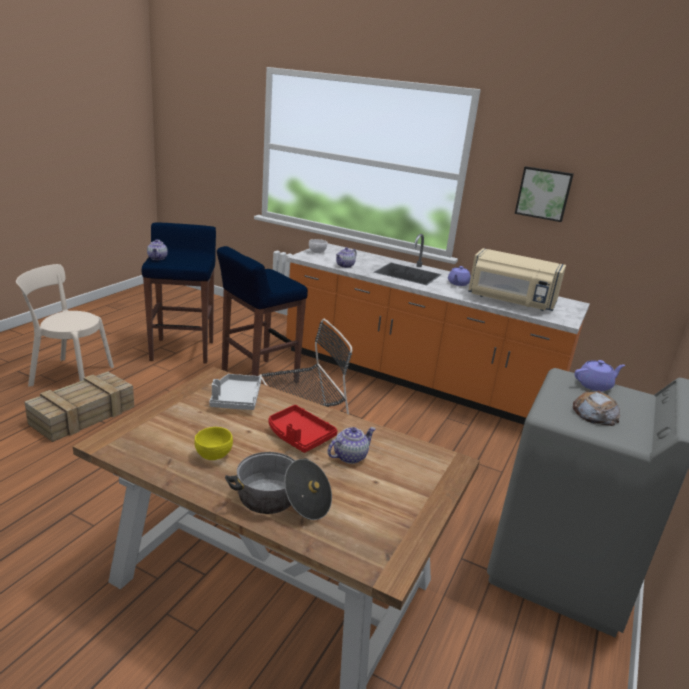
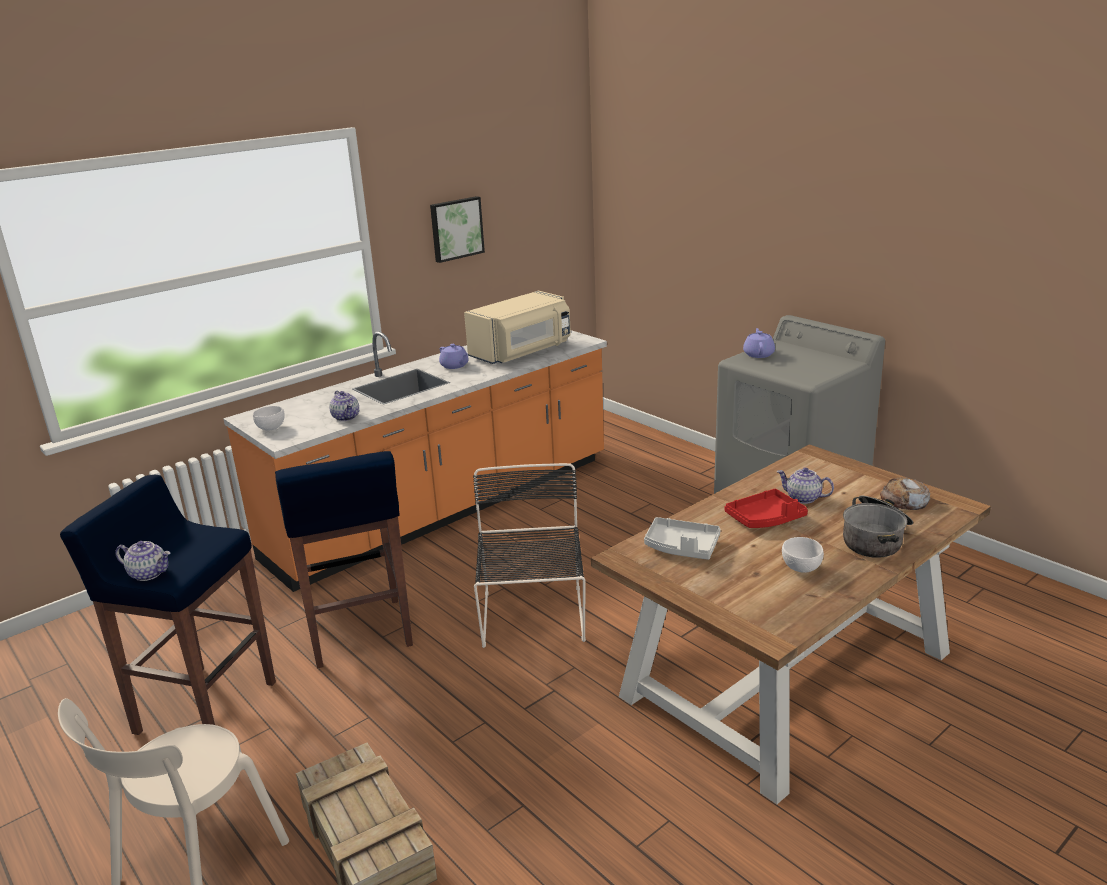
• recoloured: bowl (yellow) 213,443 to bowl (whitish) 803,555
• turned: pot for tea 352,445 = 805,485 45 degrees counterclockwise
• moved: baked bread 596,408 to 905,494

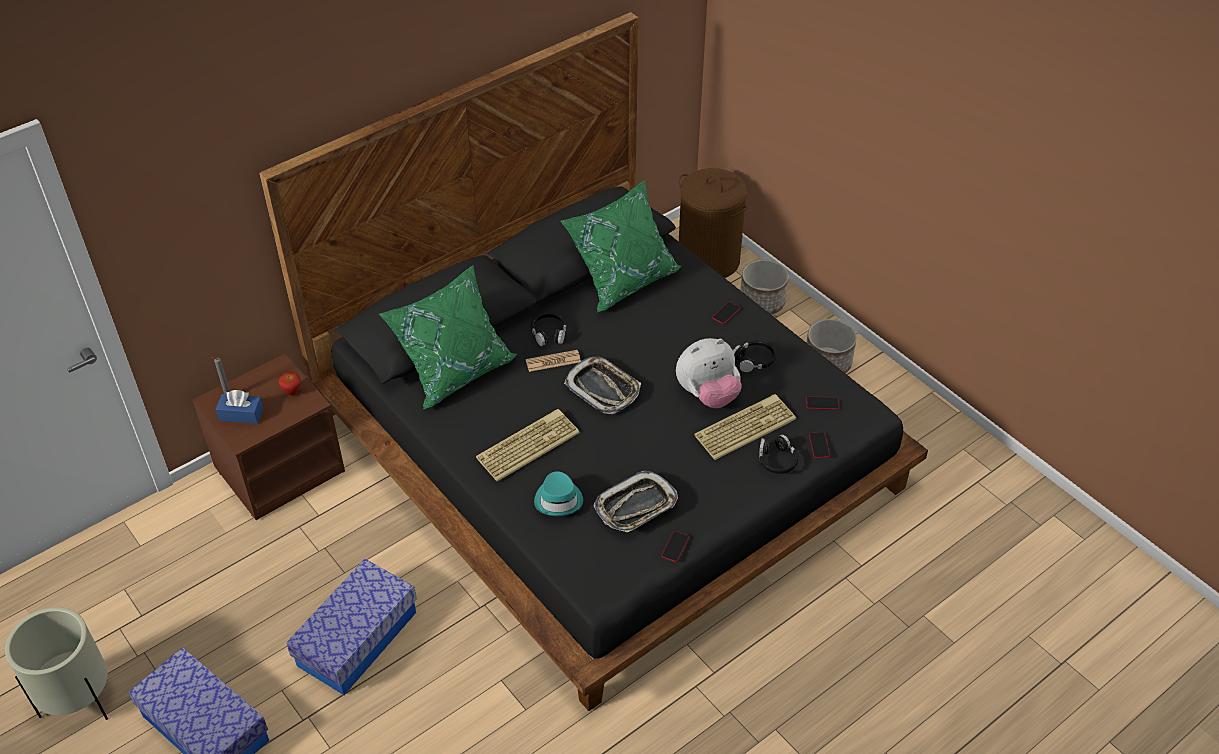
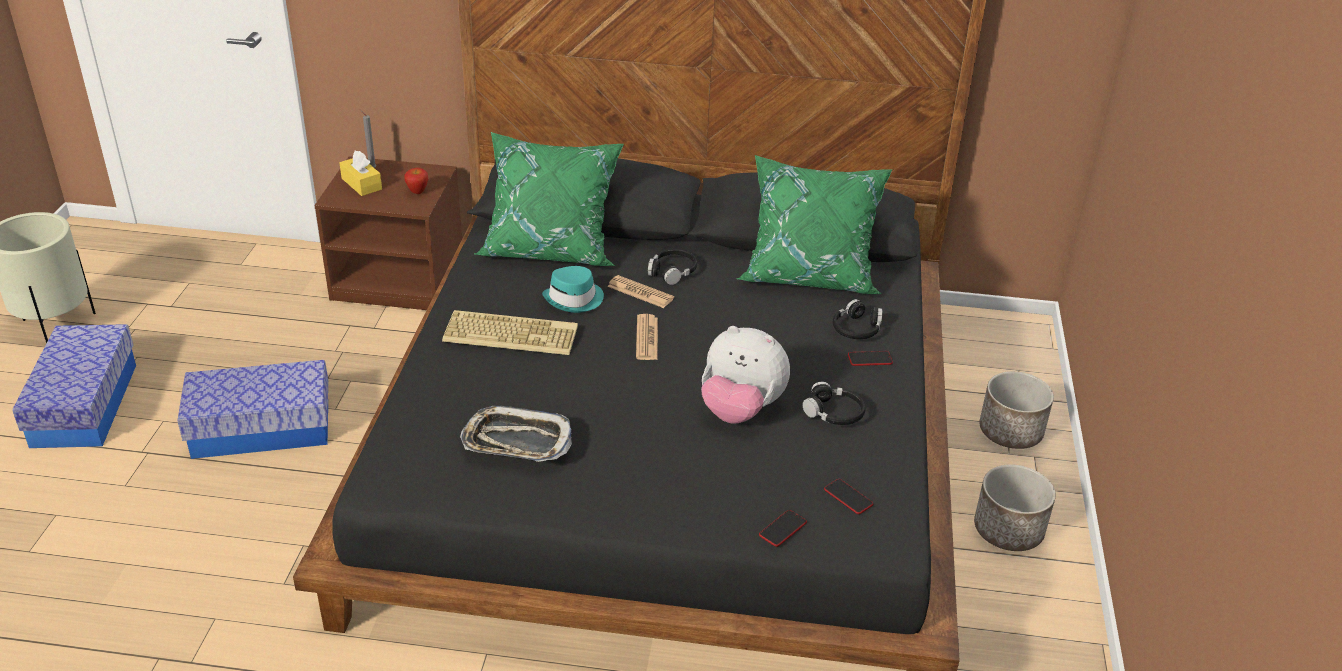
• recoloured: tissue box (blue) 240,407 to tissue box (yellow) 361,173
• moved: clothing hat (turquoise-coloured) 558,493 to 573,289
• replaced: serving tray 602,385 to printed paper 647,337
• removed: phone 675,546
• removed: laundry basket (brown-coloured) 713,223
• removed: PC keyboard 745,427
• moved: headset (black-coloured) 778,454 to 858,319

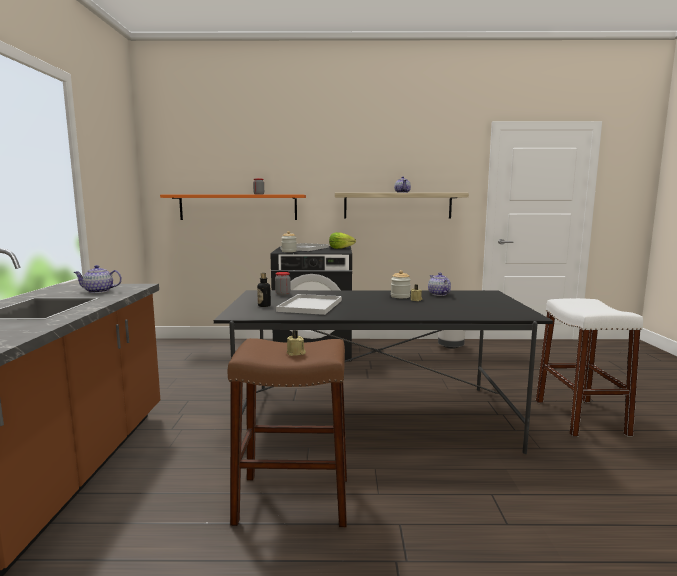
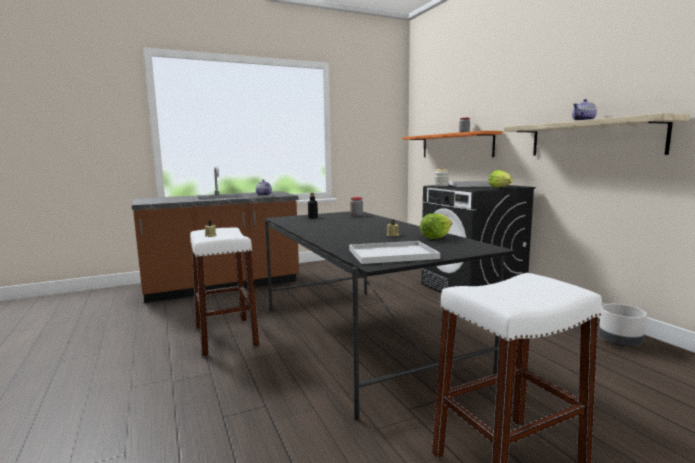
• recoloured: stool seat (brown-coloured) 287,432 to stool seat (whitish) 225,292
• moved: serving tray (whitish) 309,304 to 394,252
• removed: preserve jar 401,284
• replaced: pot for tea 439,284 to lettuce head 436,226

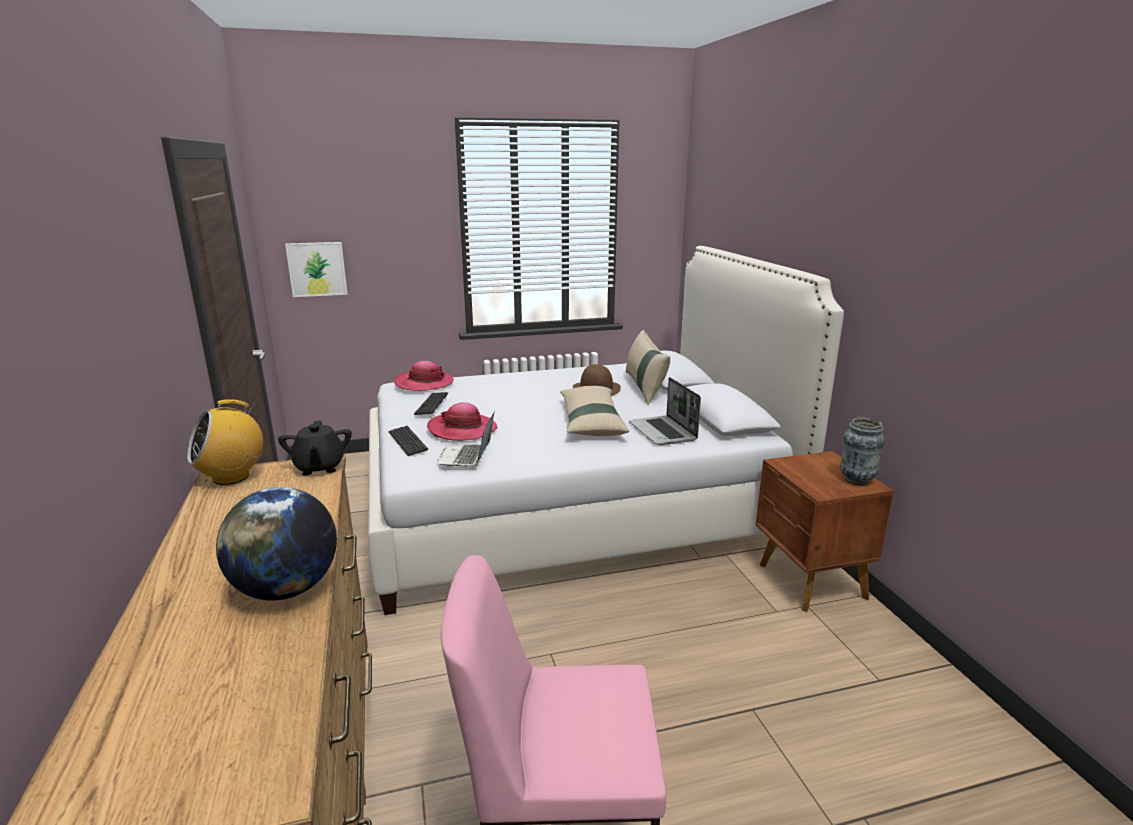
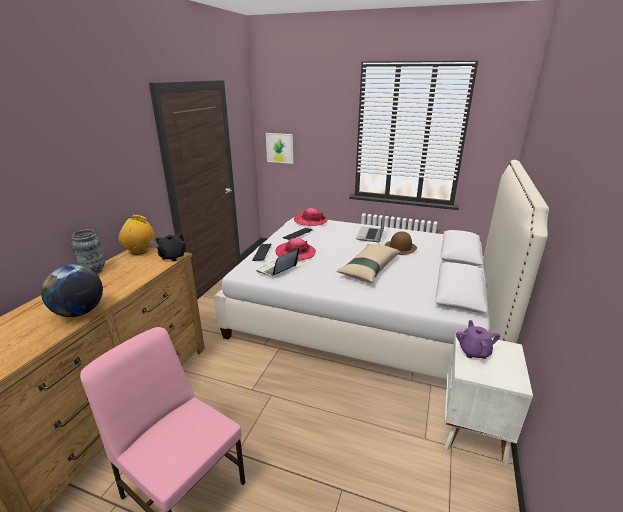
• removed: throw pillow (beige) 648,367
• moved: laptop 665,411 to 370,226
• recoloured: night table (brown-coloured) 825,531 to night table (whitish) 488,399
• moved: decorative vase 862,451 to 88,251
• added: pot for tea (purple) 478,339

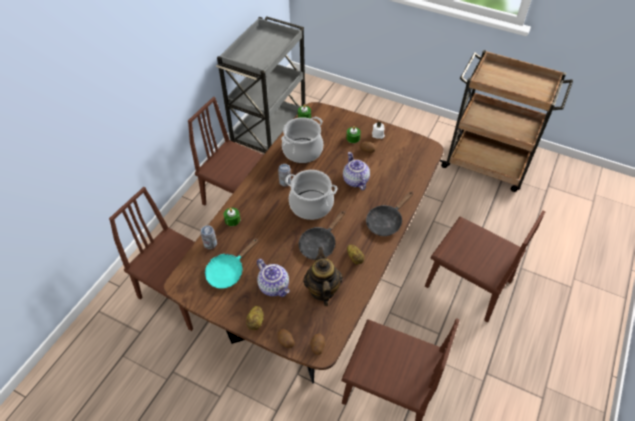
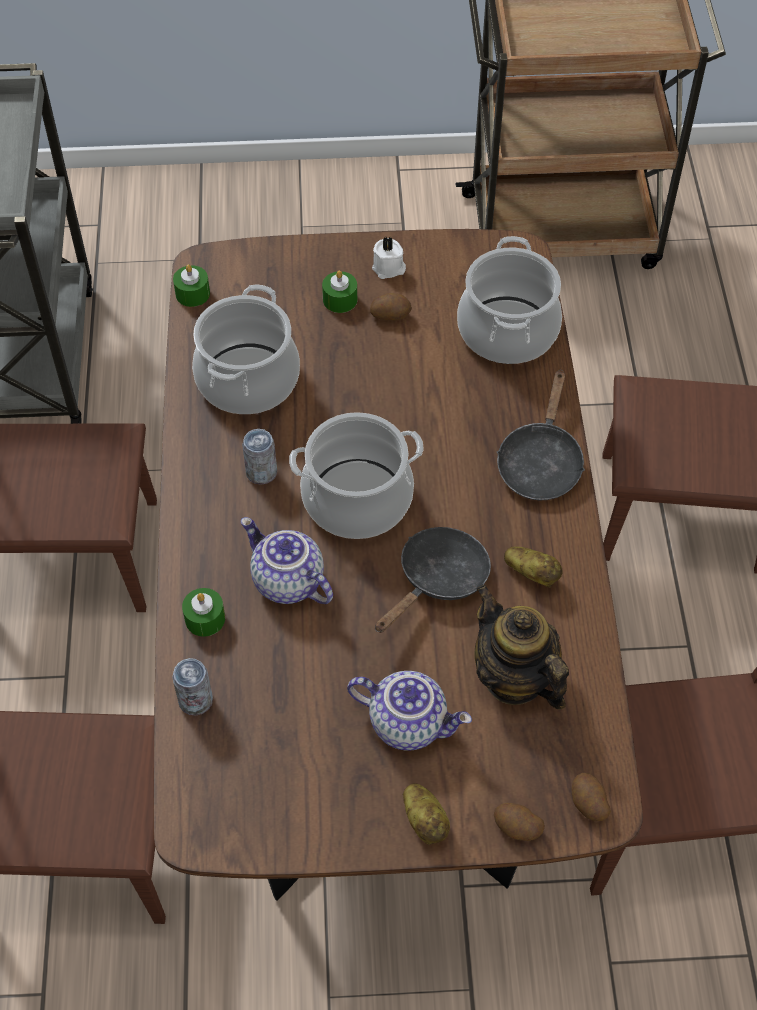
• removed: skillet (turquoise-coloured) 232,263
• turned: skillet (black-coloured) 322,235 = 433,580 150 degrees counterclockwise
• moved: pot for tea 356,171 to 287,560
• added: saucepot 509,300

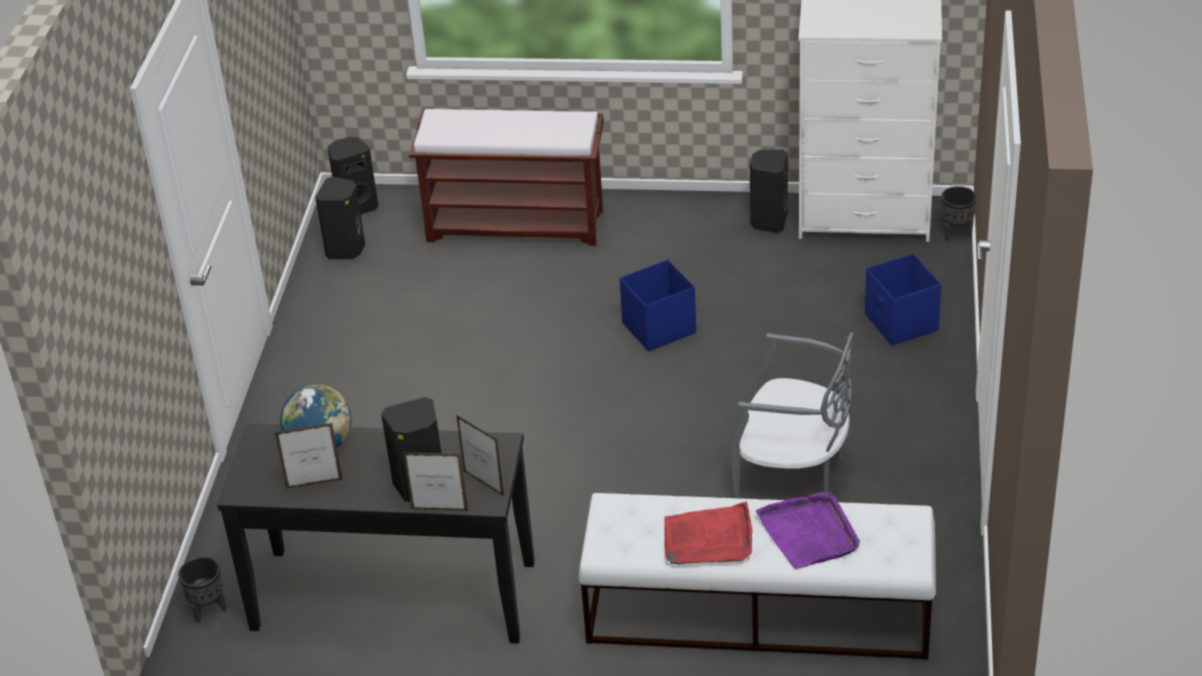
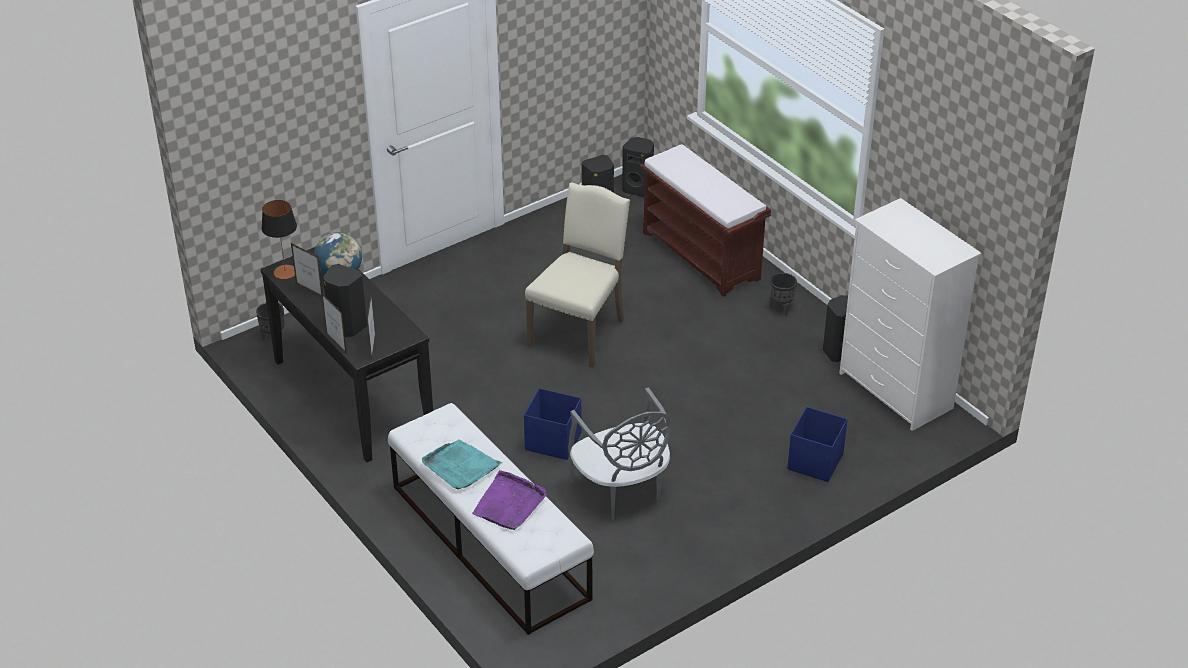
• moved: storage container (blue) 658,305 to 553,424
• recoloured: serving tray (red) 708,533 to serving tray (turquoise-coloured) 462,464
• moved: flower pot (black-coloured) 959,213 to 783,294
• added: tabletop lamp 279,239
• added: upright chair (beige) 577,275

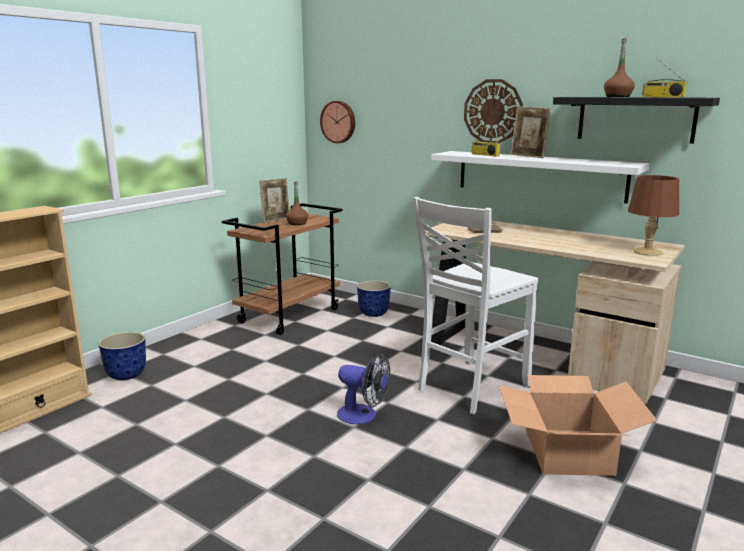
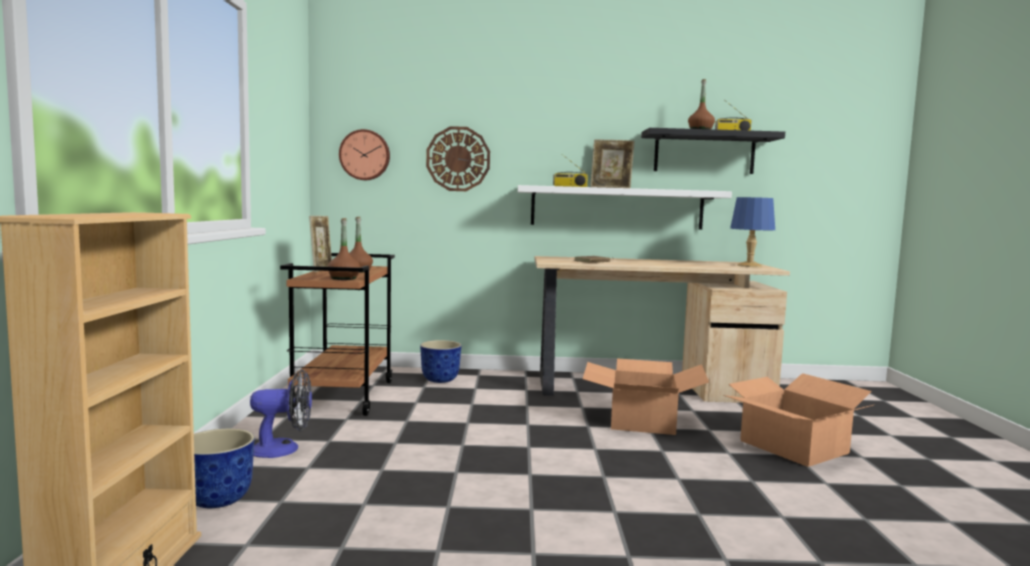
• moved: fan 363,389 to 281,413
• replaced: upright chair (whitish) 476,305 to carton 646,397
• moved: wall clock 493,111 to 458,158
• recoloured: tabletop lamp (brown-coloured) 653,215 to tabletop lamp (blue) 752,232
• added: bottle (brown-coloured) 344,249

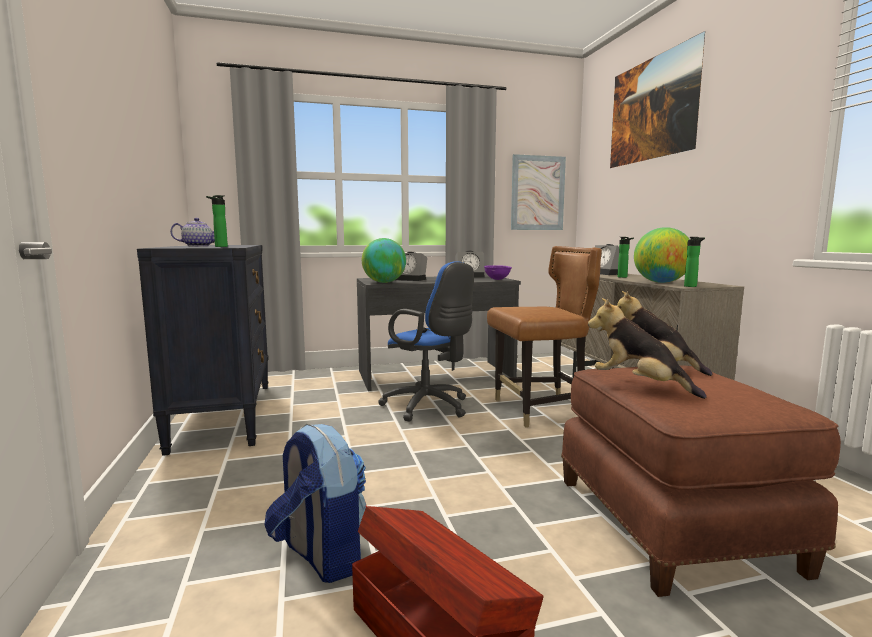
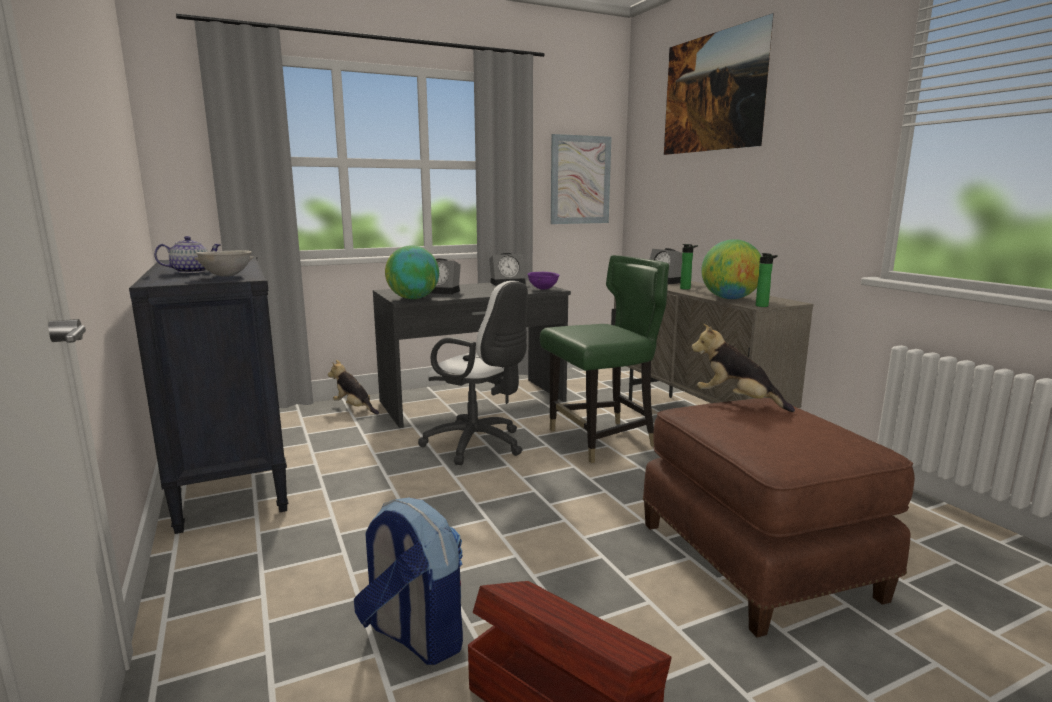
• replaced: bottle 217,221 to bowl (grey) 224,263
• recoloured: office chair (blue) 426,341 to office chair (whitish) 473,373
• recoloured: upright chair (brown-coloured) 544,337 to upright chair (greenish) 604,359
• moved: cuddly toy 647,348 to 353,387

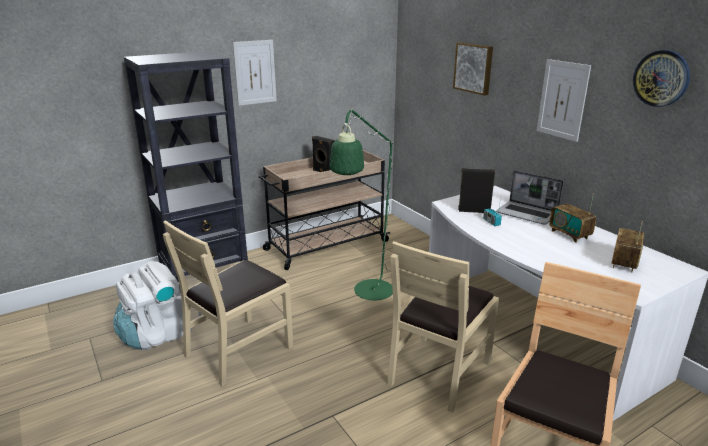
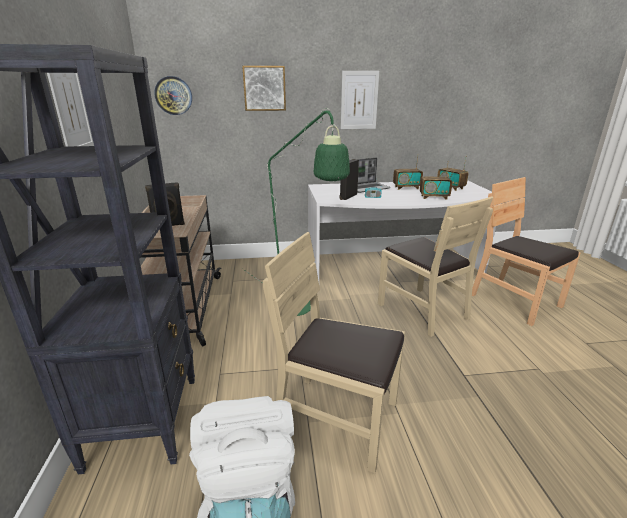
• turned: upright chair (beige) 228,303 = 334,353 135 degrees clockwise
• moved: wall clock 661,78 to 173,95
• added: radio receiver 436,180

